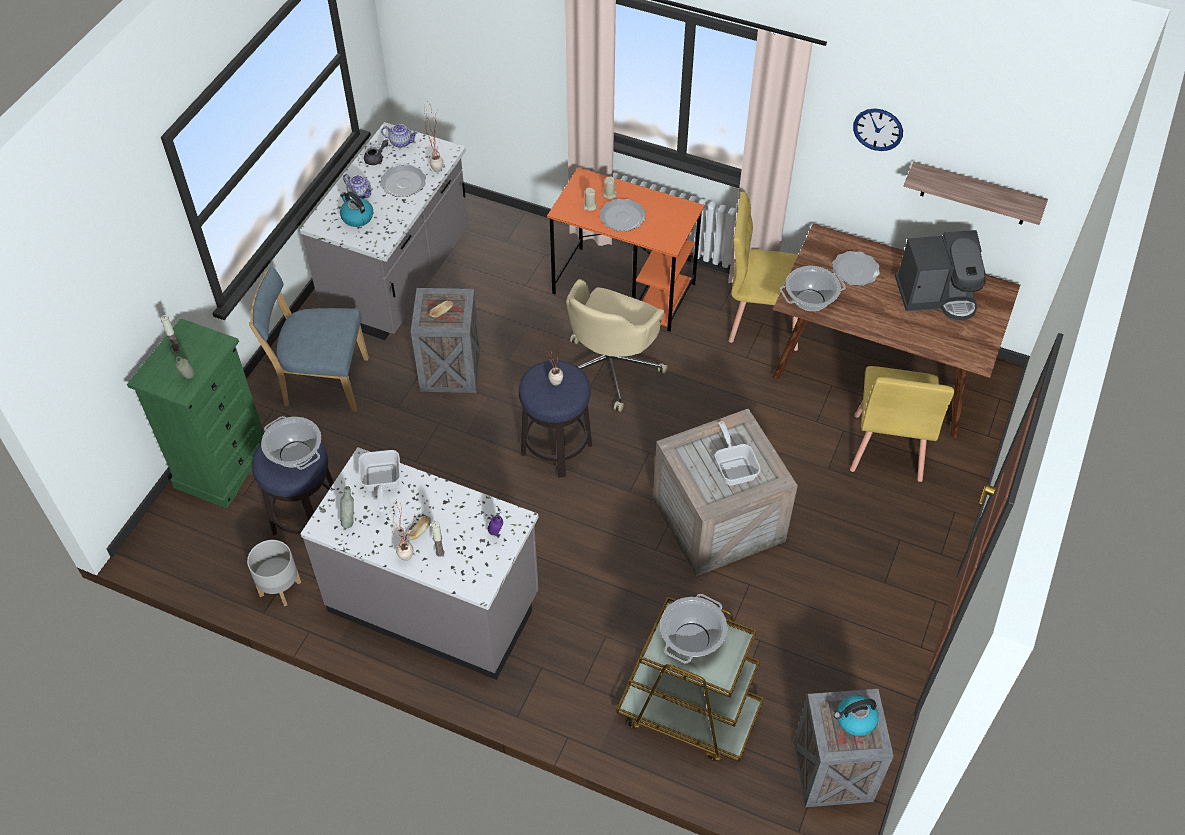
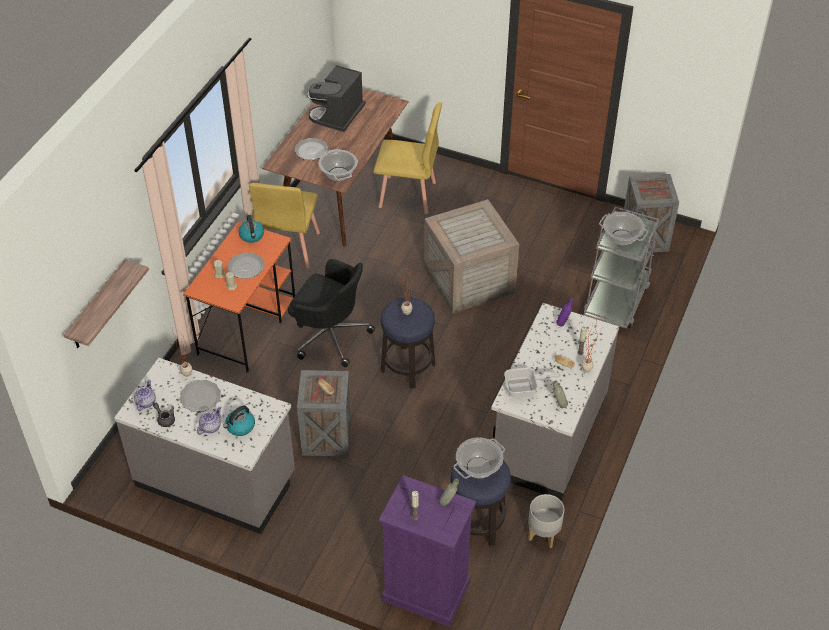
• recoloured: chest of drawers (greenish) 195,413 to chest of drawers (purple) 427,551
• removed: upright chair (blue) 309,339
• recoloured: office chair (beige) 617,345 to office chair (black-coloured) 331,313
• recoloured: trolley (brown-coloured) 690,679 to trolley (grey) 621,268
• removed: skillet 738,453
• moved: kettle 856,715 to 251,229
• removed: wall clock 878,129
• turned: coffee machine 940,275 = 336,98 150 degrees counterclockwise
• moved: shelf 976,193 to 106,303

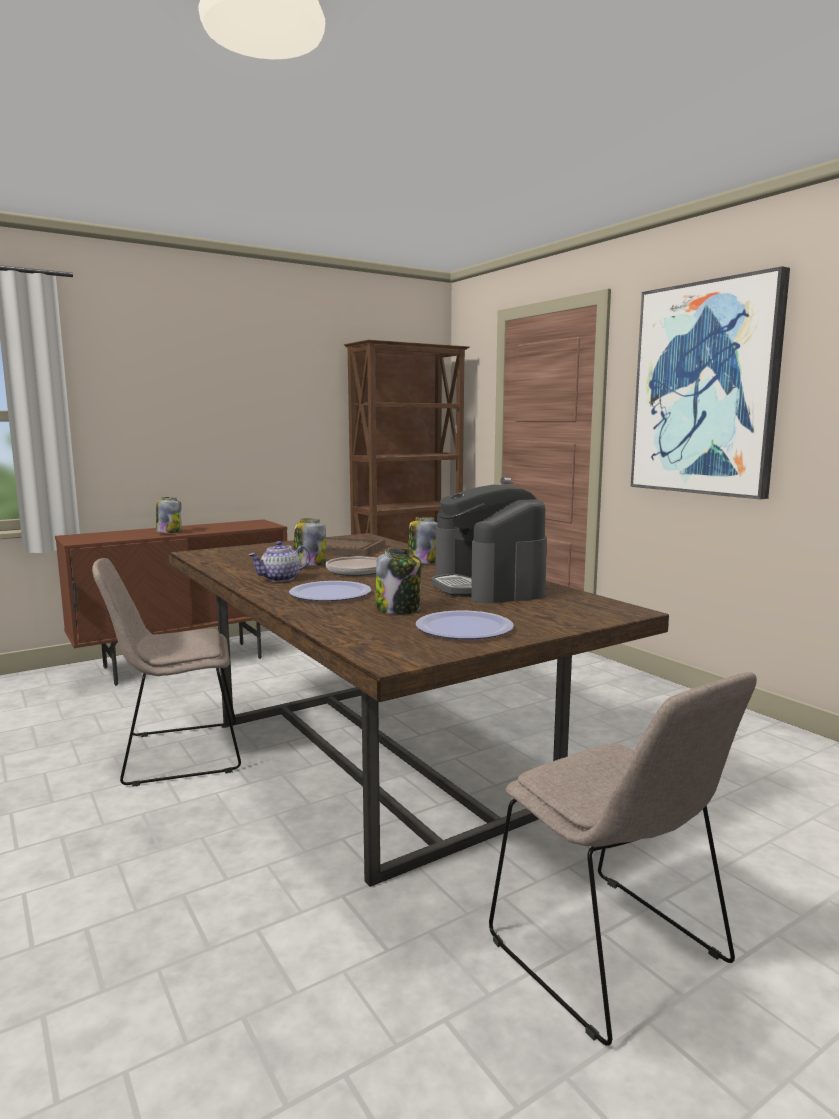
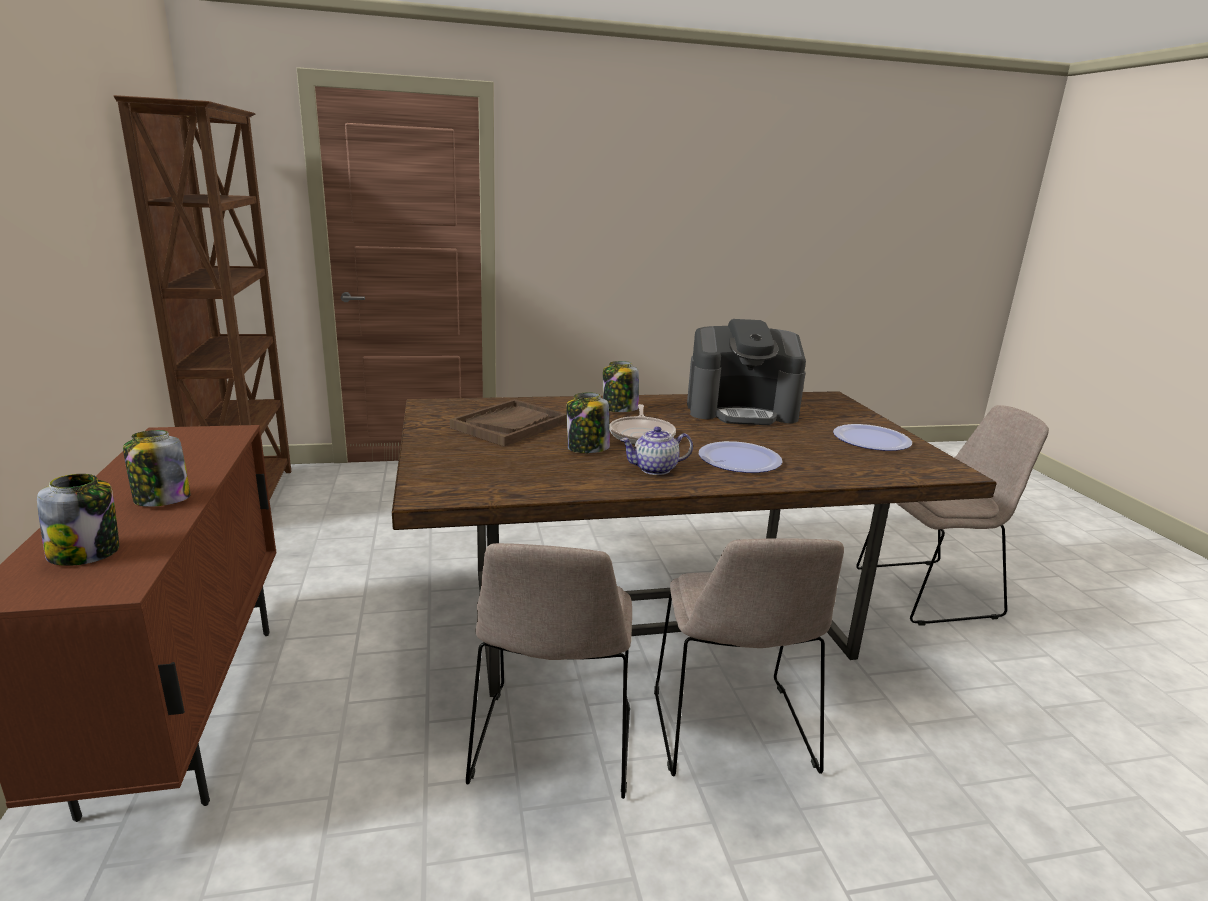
• turned: pot for tea 279,561 = 656,450 90 degrees clockwise
• moved: preserve jar 398,581 to 78,520
• removed: wall picture 710,383
• added: upright chair (beige) 749,657

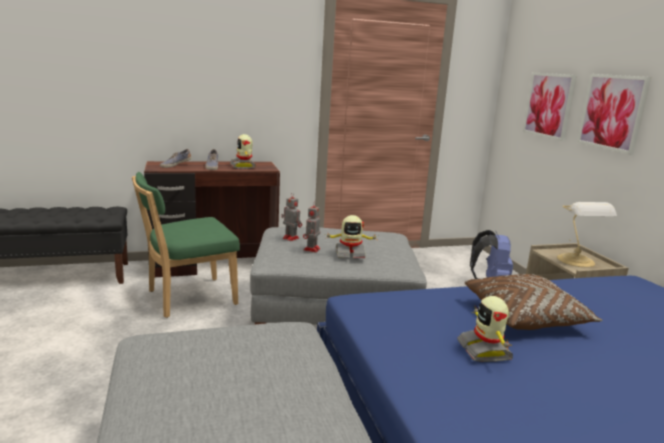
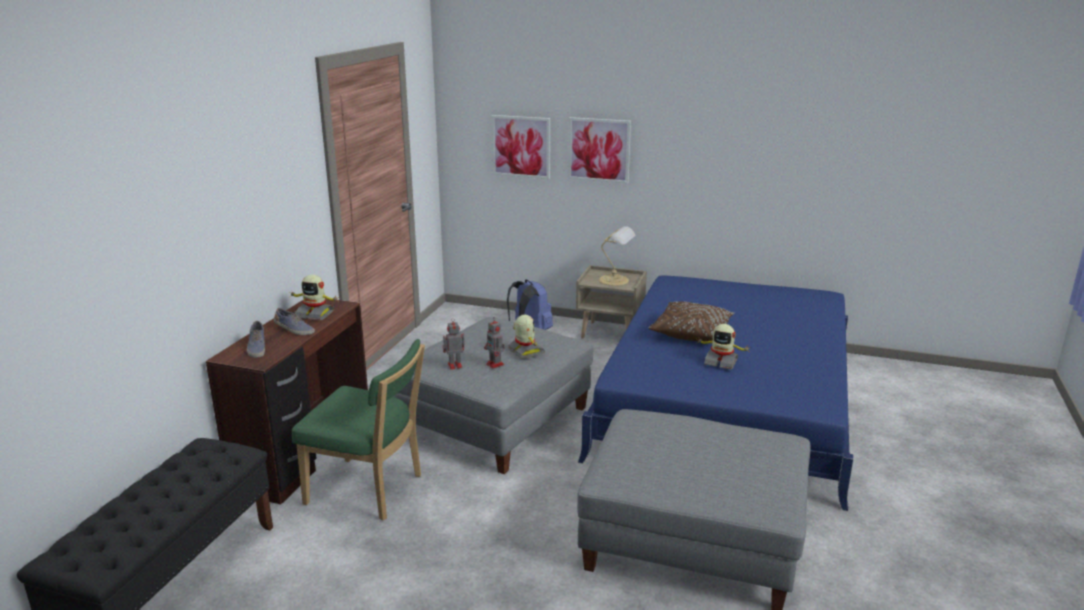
• turned: upright chair (greenish) 186,245 = 358,429 75 degrees counterclockwise
• turned: toy robot 351,237 = 526,337 60 degrees counterclockwise

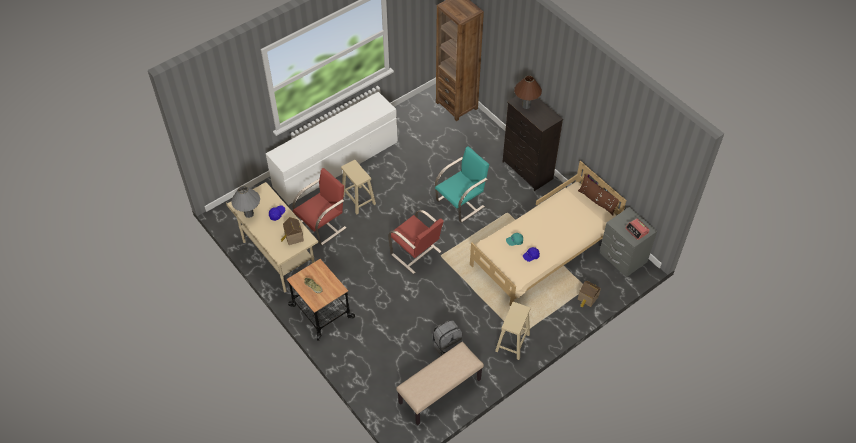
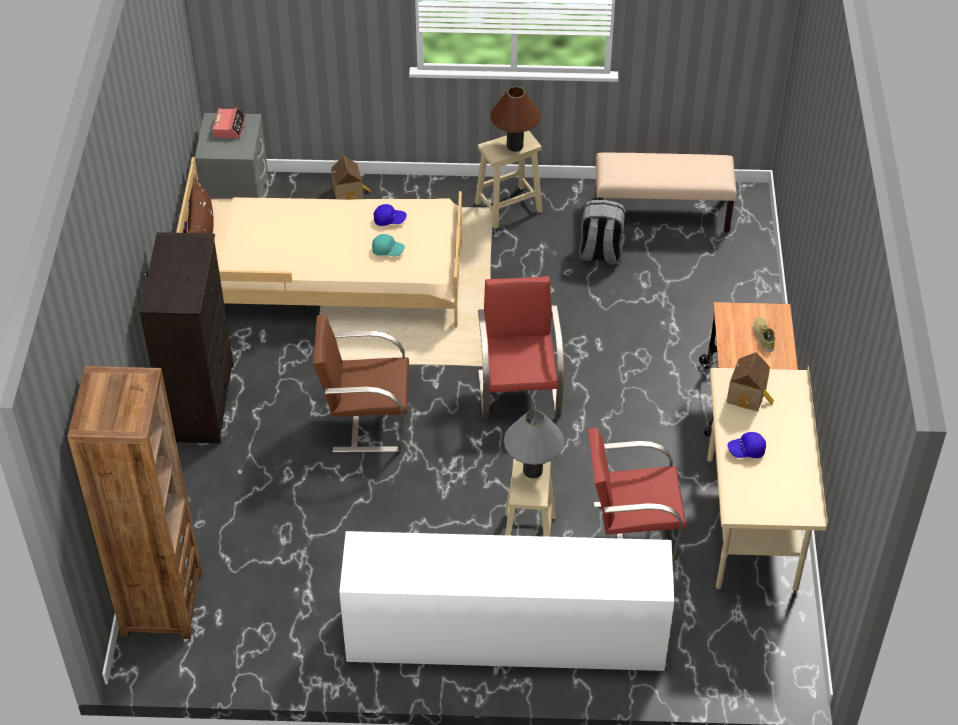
• moved: tabletop lamp (grey) 245,202 to 534,444
• recoloured: upright chair (turquoise-coloured) 462,184 to upright chair (brown-coloured) 361,383
• moved: tabletop lamp (brown-coloured) 528,92 to 515,119

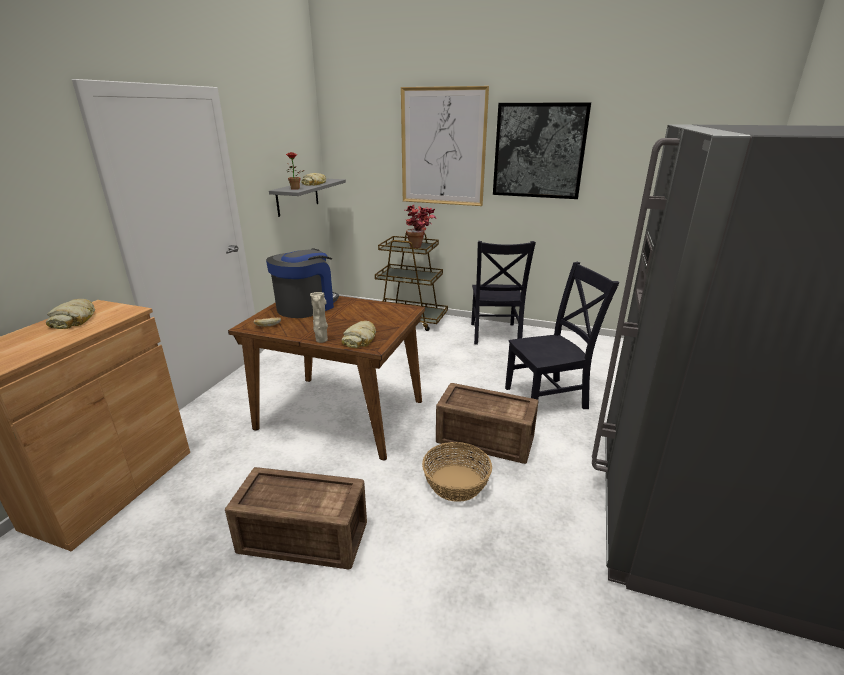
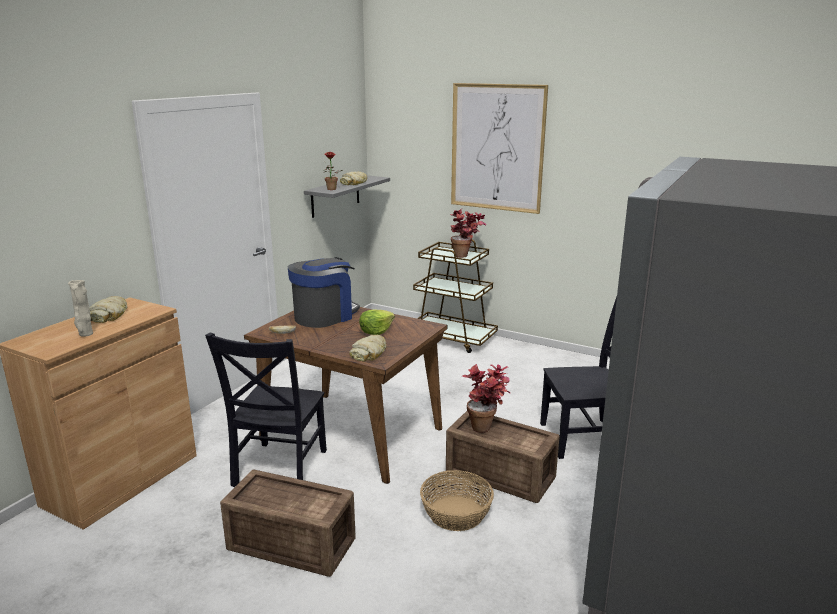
• moved: decorative vase (beige) 319,317 to 80,308
• moved: upright chair (black-coloured) 503,293 to 266,410
• removed: wall picture 542,150
• added: lettuce head 377,322
• added: plant in a pot 486,398

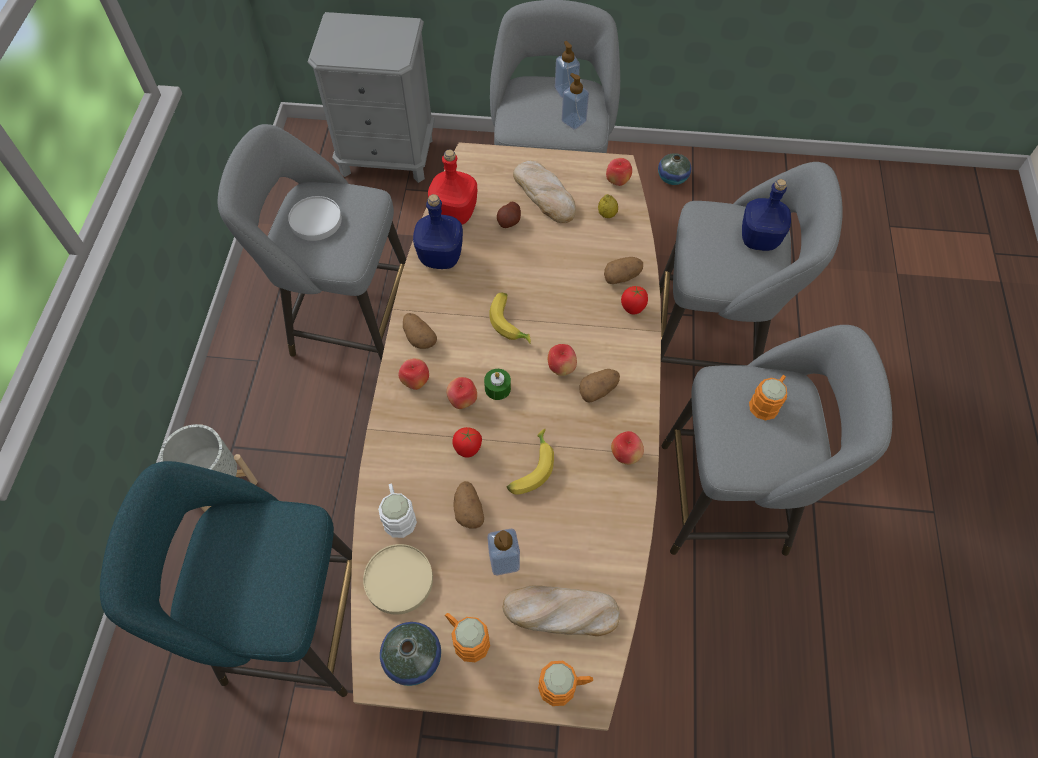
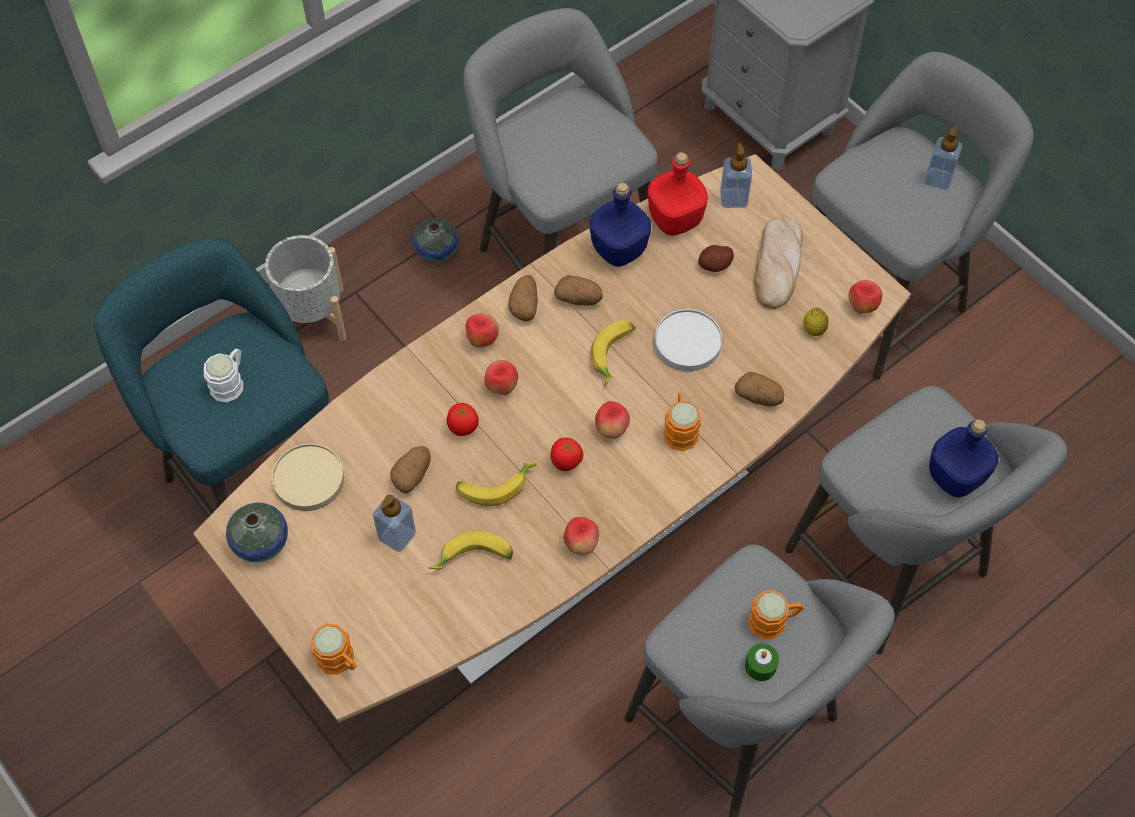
• moved: dinner plate (whitish) 315,218 to 688,340
• moved: mug (whitish) 397,511 to 223,375
• moved: mug (orangey) 467,637 to 682,422
• moved: wax light (greenish) 497,384 to 762,662
• removed: baked bread 561,610
• moved: soap dispenser 575,101 to 736,175
• moved: whole potato 599,385 to 578,290
• moved: whole tomato 634,300 to 567,454
• moved: decorative vase 674,169 to 436,240
• added: banana 470,550

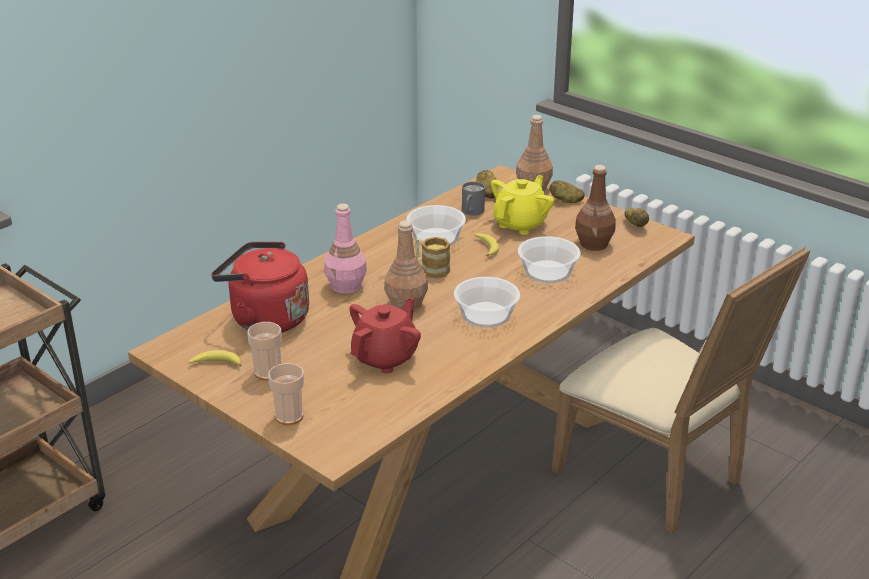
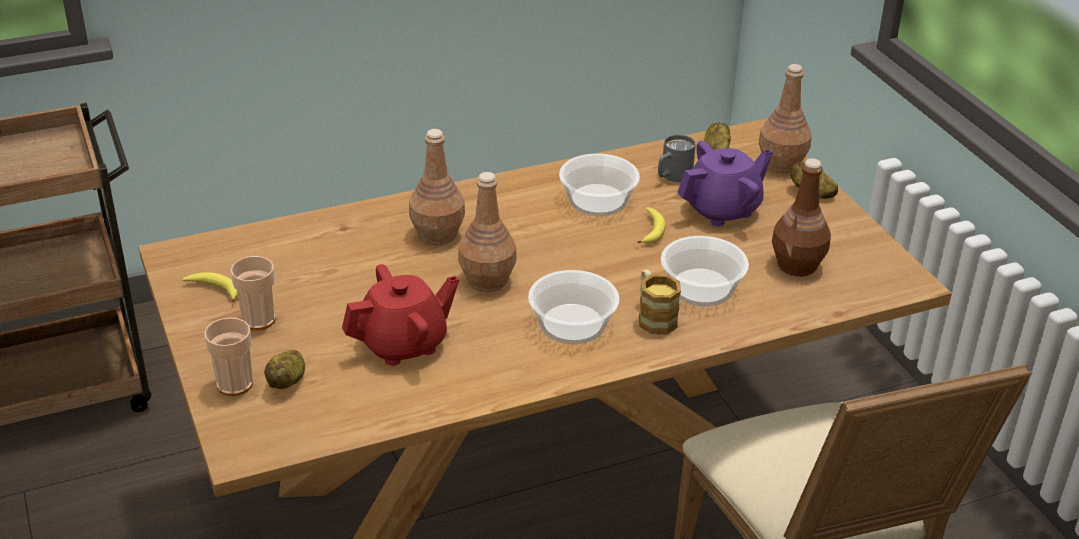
• removed: kettle (red) 260,287
• recoloured: bottle (pinkish) 345,249 to bottle (brown-coloured) 437,187
• moved: mug 432,257 to 660,301
• recoloured: pot for tea (yellow) 522,205 to pot for tea (purple) 725,184
• moved: whole potato 636,217 to 284,369

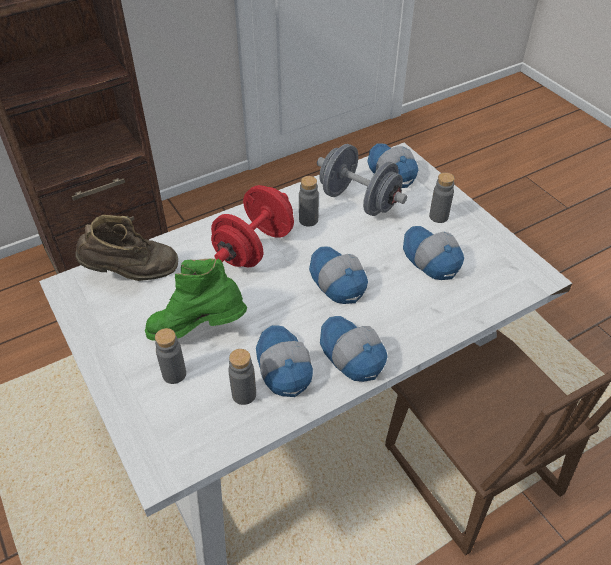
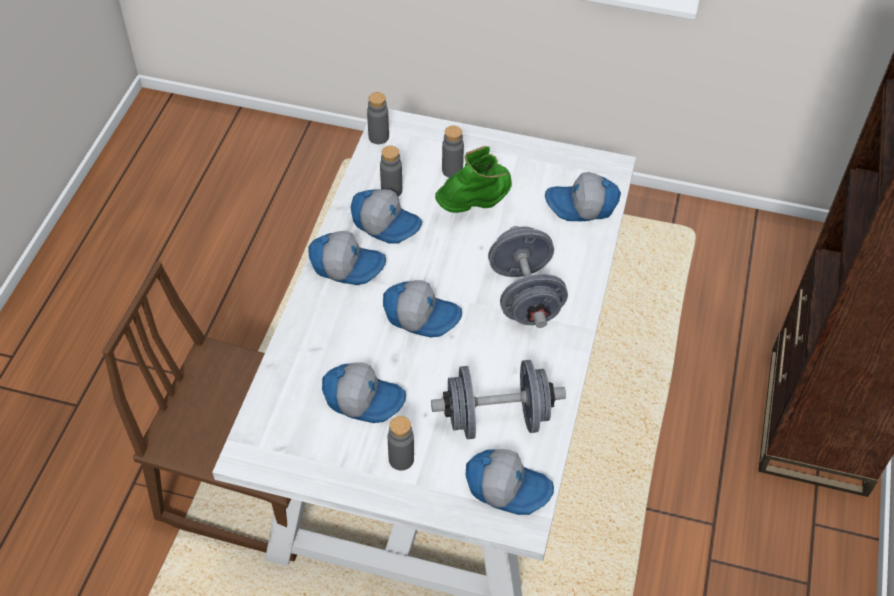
• replaced: high-top boot (brown-coloured) 126,248 to peaked cap 583,196
• recoloured: dumbbell (red) 252,226 to dumbbell (grey) 528,277
• moved: bottle (grey) 309,201 to 378,118

